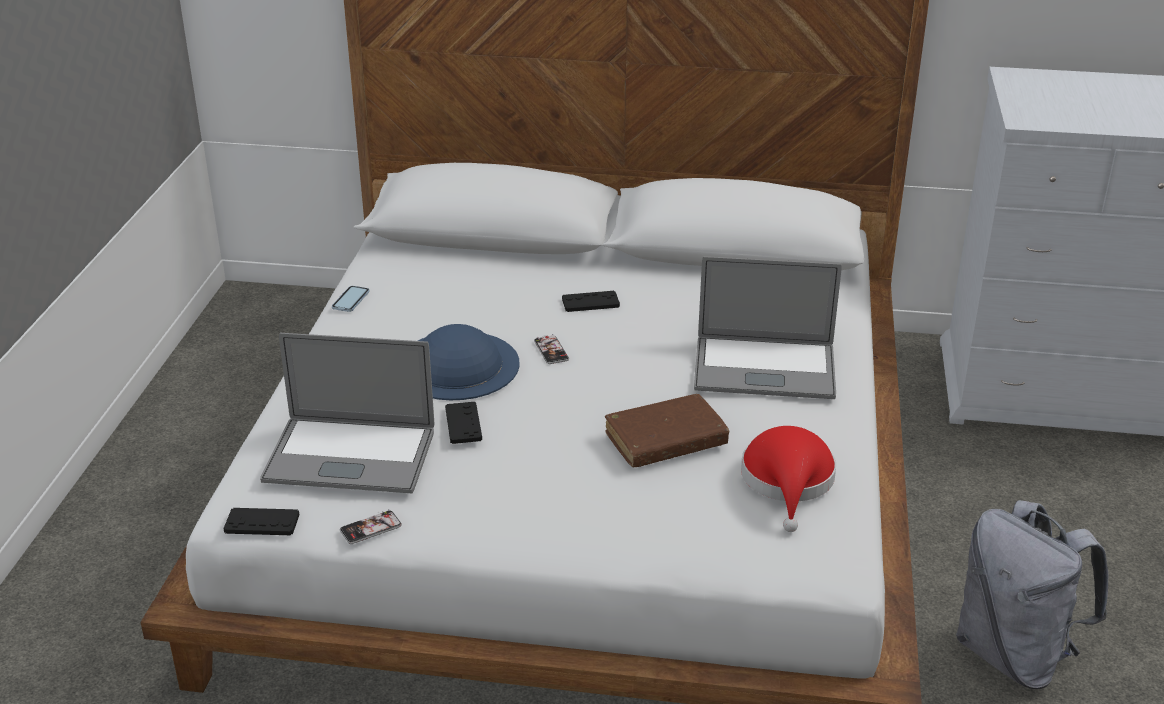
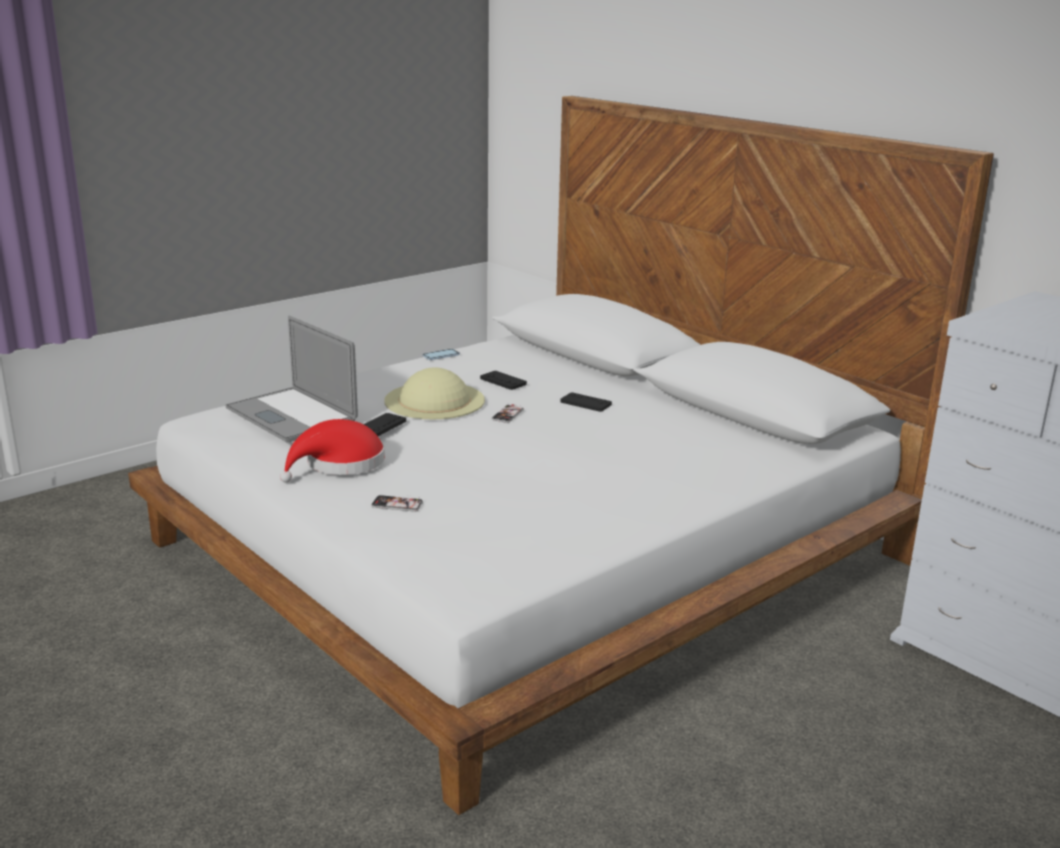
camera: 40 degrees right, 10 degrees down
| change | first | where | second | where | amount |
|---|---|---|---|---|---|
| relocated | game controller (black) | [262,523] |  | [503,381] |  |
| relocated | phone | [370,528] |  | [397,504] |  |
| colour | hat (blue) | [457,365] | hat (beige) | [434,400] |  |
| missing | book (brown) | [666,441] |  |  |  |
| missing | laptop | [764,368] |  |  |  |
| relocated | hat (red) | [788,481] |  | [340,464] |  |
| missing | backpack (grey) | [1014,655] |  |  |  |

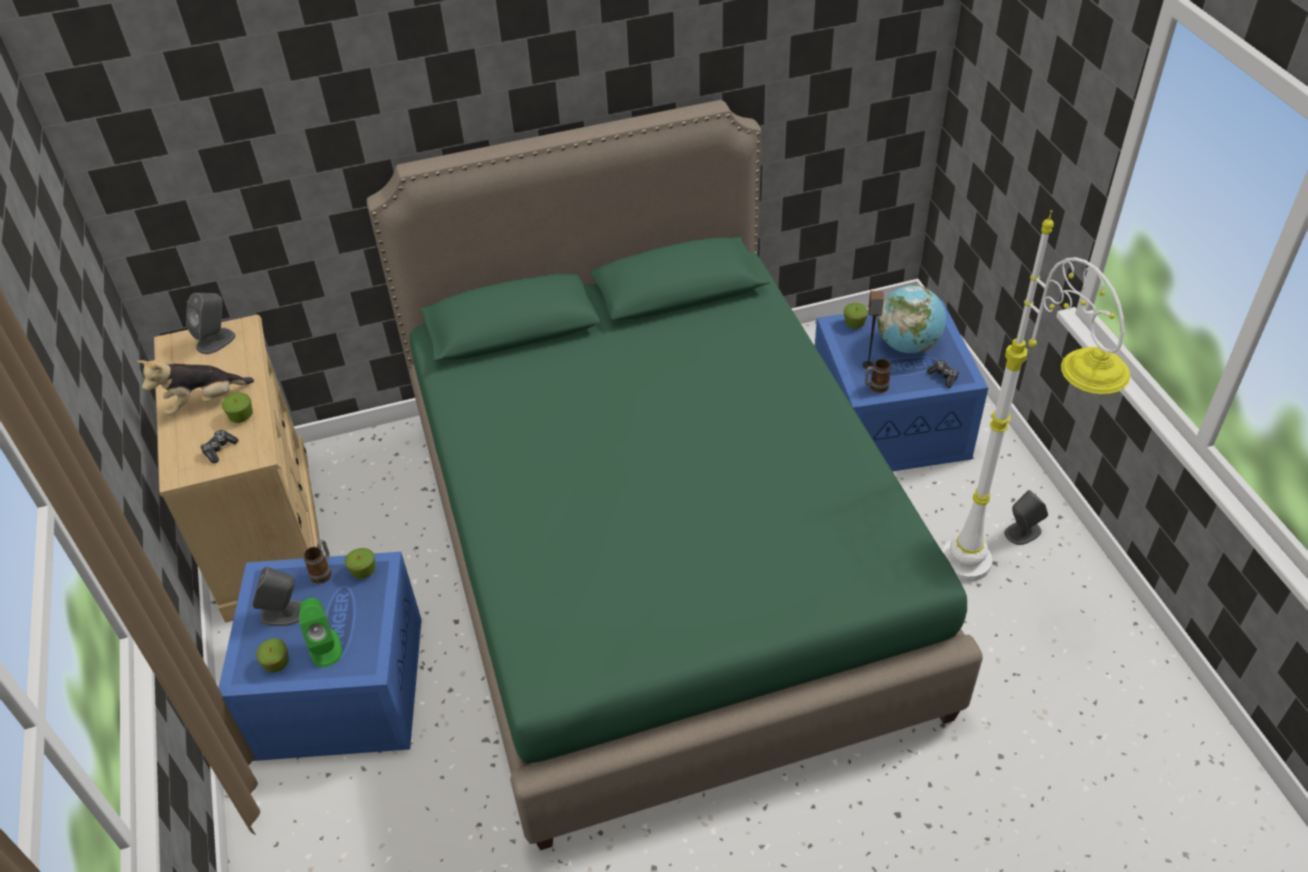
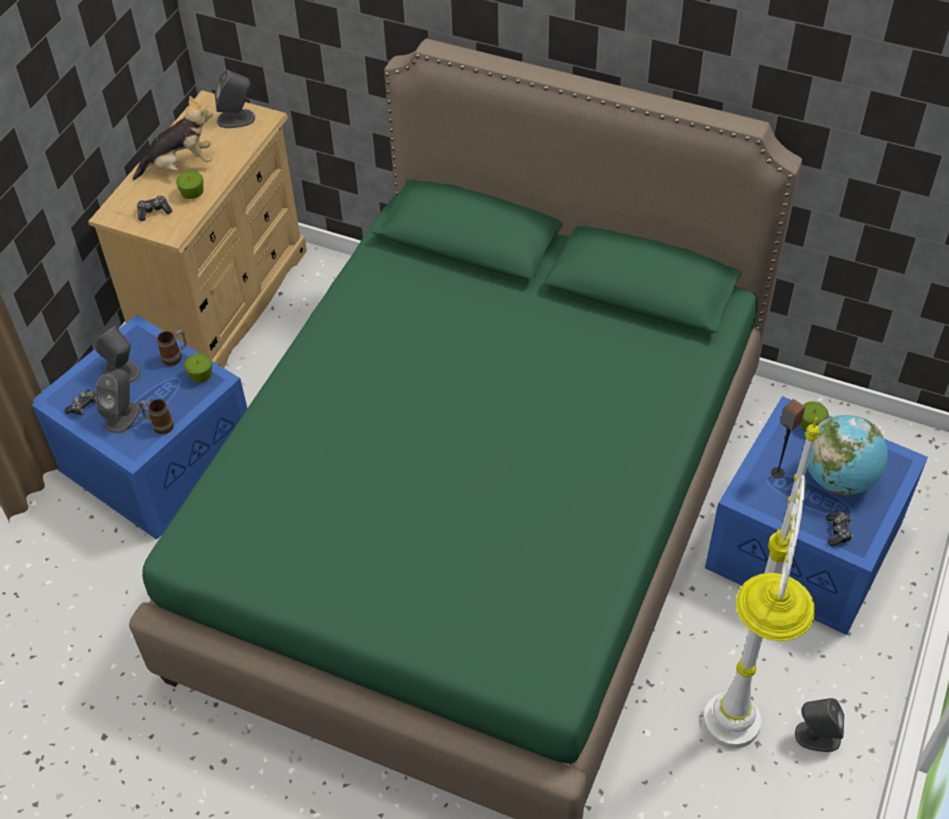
camera: 40 degrees right, 5 degrees up
| change | first | where | second | where | amount |
|---|---|---|---|---|---|
| spun | plush toy | [204,402] |  | [181,166] | 150 degrees clockwise |
| exchanged | apple | [277,663] | game controller | [83,406] |  |
| colour | speaker (green) | [325,647] | speaker (grey) | [122,416] |  |
| relocated | mug | [875,388] |  | [159,426] |  |

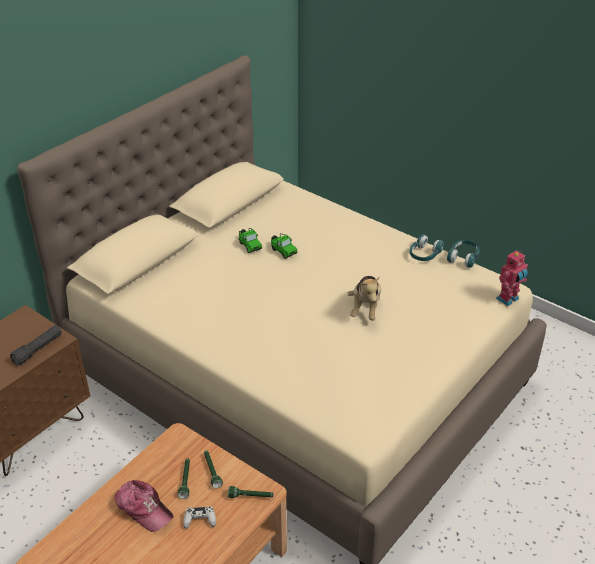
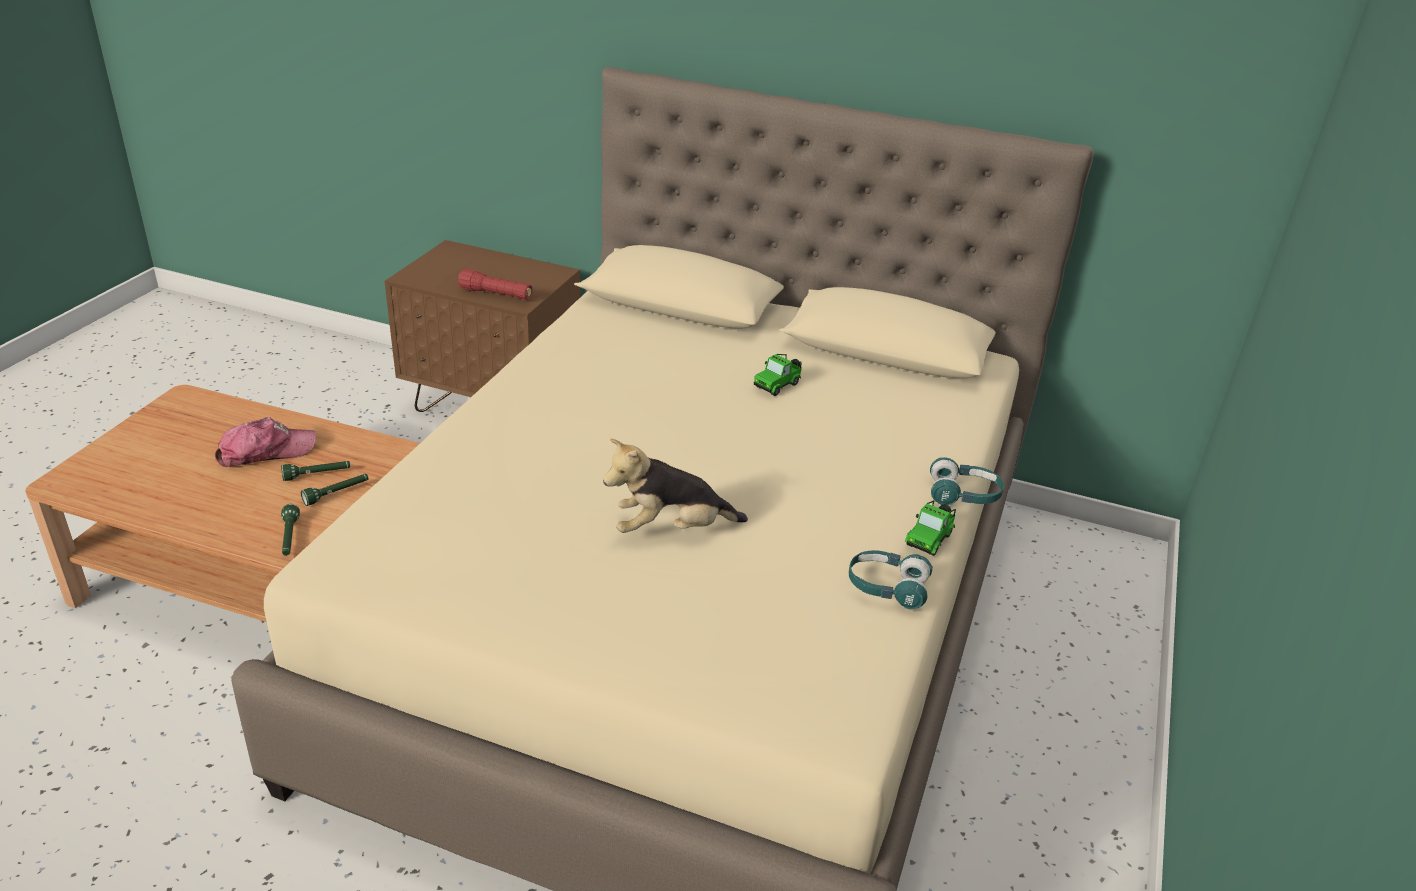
camera: 70 degrees right, 5 degrees down
| change | first | where | second | where | amount |
|---|---|---|---|---|---|
| colour | flashlight (black) | [38,349] | flashlight (red) | [496,294] |  |
| spun | cap | [143,508] |  | [266,451] | 135 degrees counterclockwise |
| missing | game controller (white) | [200,520] |  |  |  |
| relocated | toy car | [283,251] |  | [930,539] |  |
| relocated | headphones (turquoise) | [463,258] |  | [963,495] |  |
| missing | toy robot | [508,299] |  |  |  |

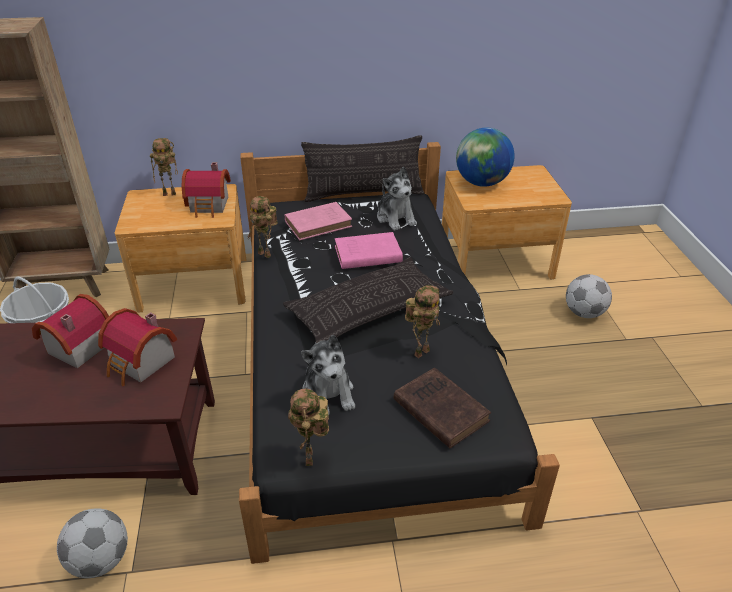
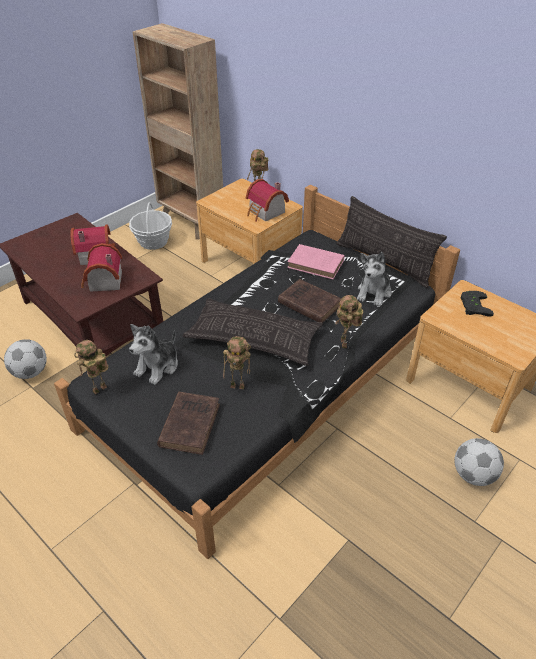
camera: 50 degrees right, 5 degrees up
| change | first | where | second | where | amount |
|---|---|---|---|---|---|
| relocated | toy robot | [266,254] |  | [345,344] |  |
| colour | book (pink) | [366,255] | book (brown) | [308,303] |  |
| exchanged | globe | [481,183] | game controller (black) | [473,306] |  |

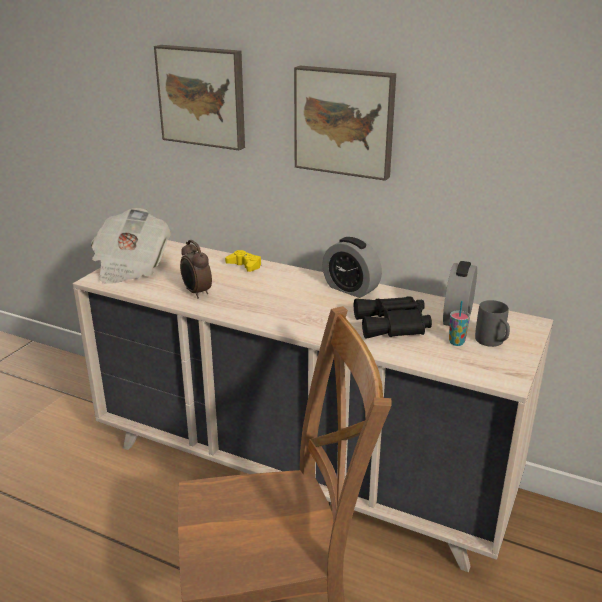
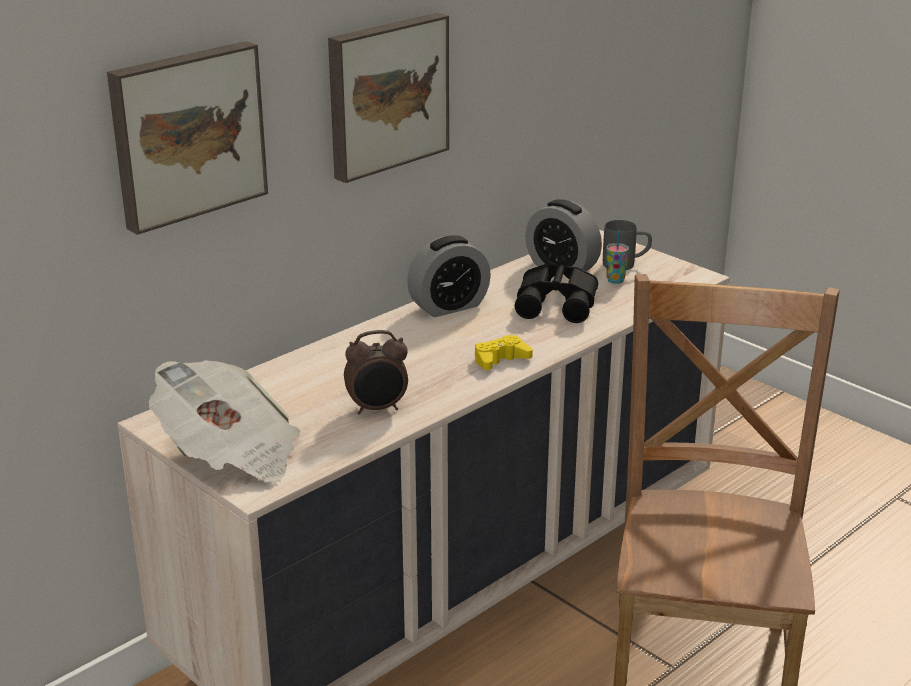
camera: 70 degrees left, 0 degrees up
| change | first | where | second | where | amount |
|---|---|---|---|---|---|
| relocated | game controller (yellow) | [244,265] |  | [500,359] |  |

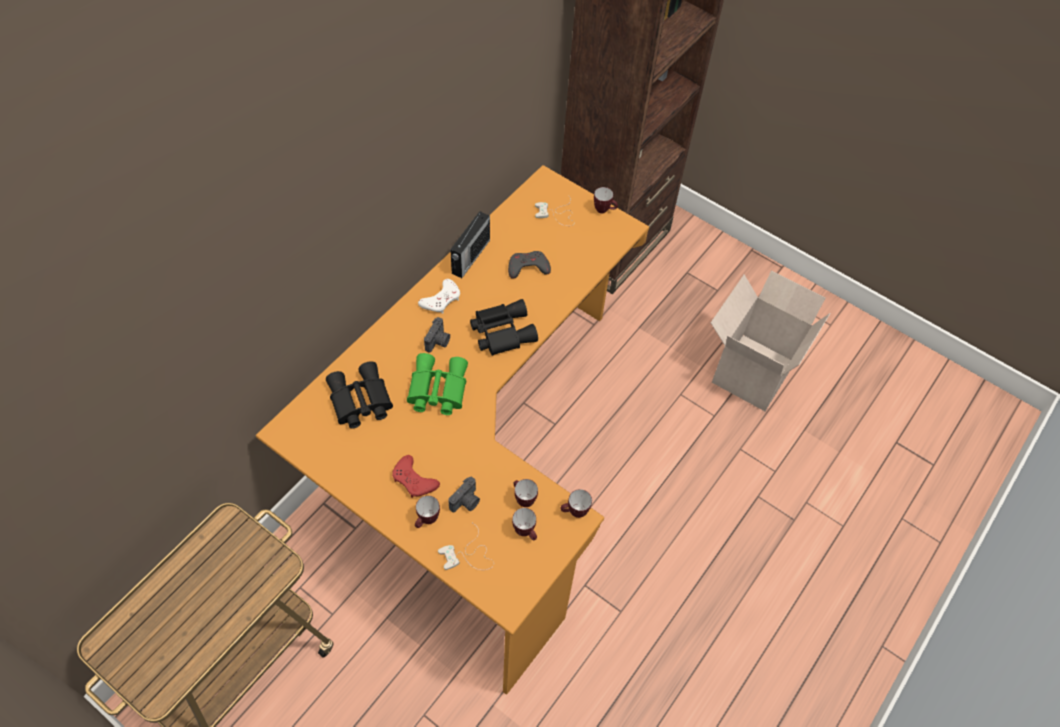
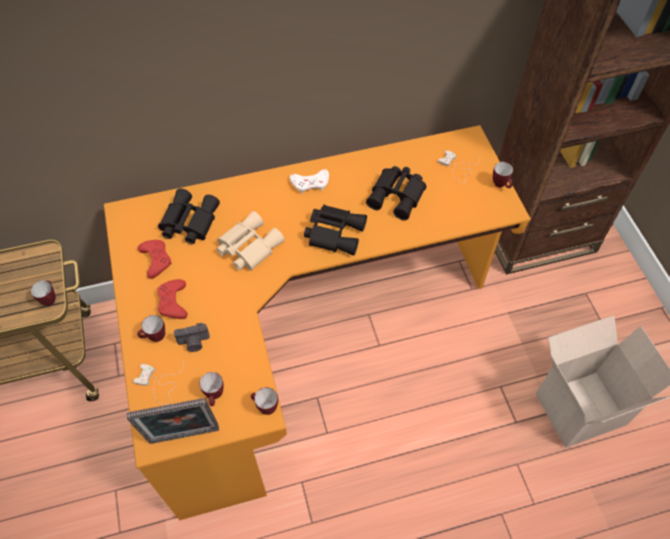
camera: 40 degrees right, 0 degrees up
| change | first | where | second | where | amount |
|---|---|---|---|---|---|
| colour | binoculars (green) | [436,390] | binoculars (beige) | [247,246] |  |
| missing | photo camera | [438,341] |  |  |  |
| missing | radio | [470,257] |  |  |  |
| exchanged | game controller (grey) | [528,267] | binoculars (black) | [398,196] |  |
| relocated | mug | [523,499] |  | [50,299] |  |
| appeared |  |  | picture frame | [184,438] |  |
| appeared |  |  | game controller (red) | [156,259] |  |

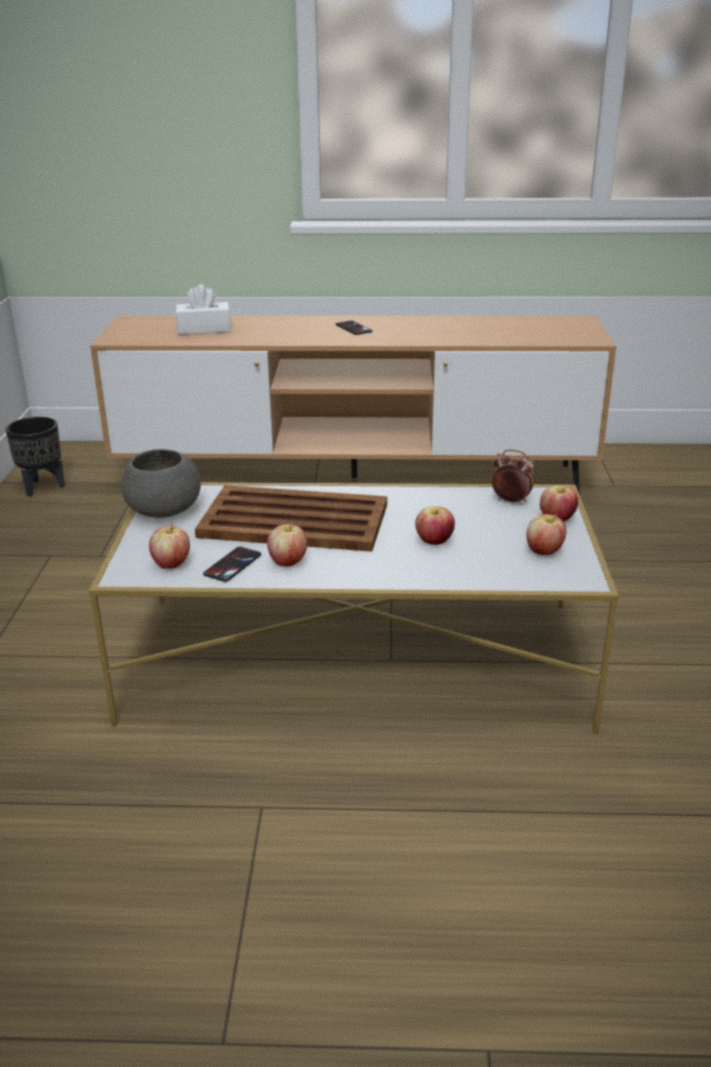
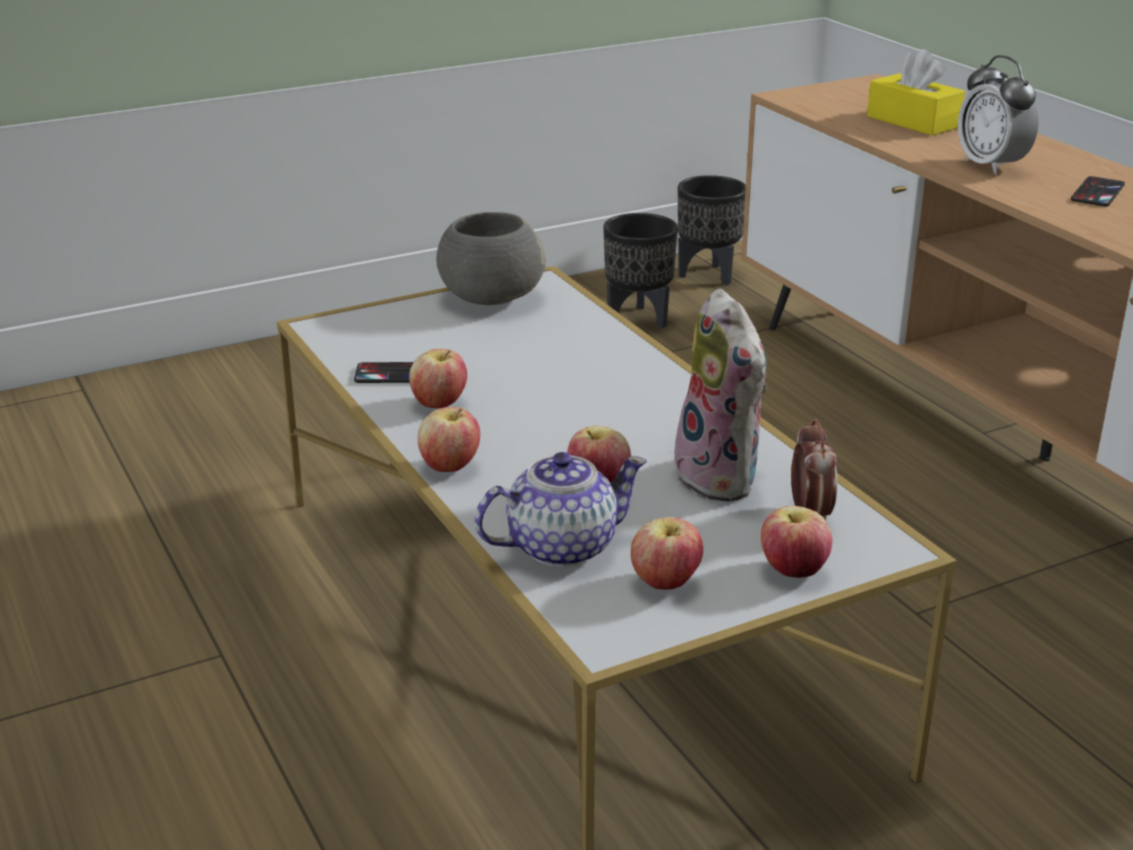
camera: 60 degrees right, 0 degrees up
| change | first | where | second | where | amount |
|---|---|---|---|---|---|
| relocated | apple | [171,564] |  | [450,466] |  |
| colour | tissue box (white) | [204,329] | tissue box (yellow) | [913,121] |  |
| missing | tray (brown) | [296,521] |  |  |  |
| appeared |  |  | teapot | [560,546] |  |
| appeared |  |  | planter (black) | [638,318] |  |
| appeared |  |  | plush toy | [723,478] |  |
| appeared |  |  | alarm clock | [991,166] |  |

